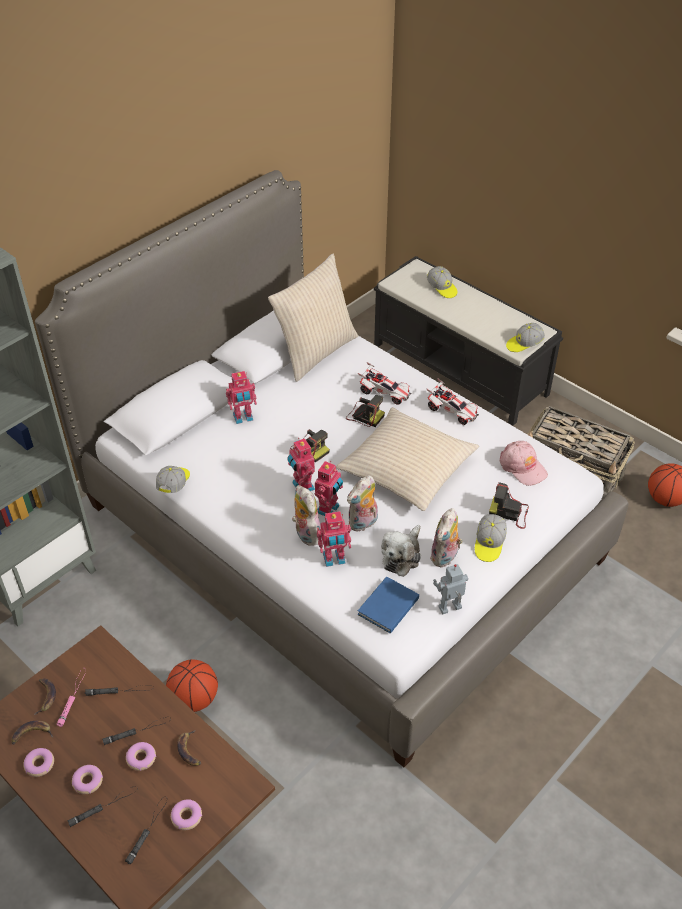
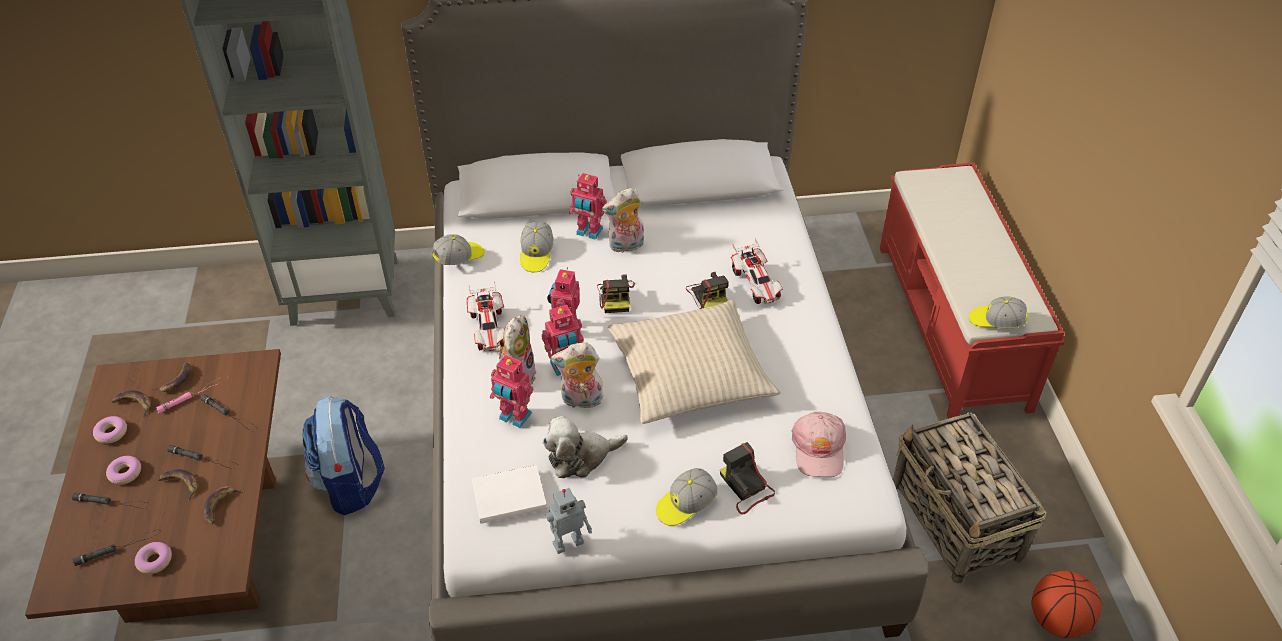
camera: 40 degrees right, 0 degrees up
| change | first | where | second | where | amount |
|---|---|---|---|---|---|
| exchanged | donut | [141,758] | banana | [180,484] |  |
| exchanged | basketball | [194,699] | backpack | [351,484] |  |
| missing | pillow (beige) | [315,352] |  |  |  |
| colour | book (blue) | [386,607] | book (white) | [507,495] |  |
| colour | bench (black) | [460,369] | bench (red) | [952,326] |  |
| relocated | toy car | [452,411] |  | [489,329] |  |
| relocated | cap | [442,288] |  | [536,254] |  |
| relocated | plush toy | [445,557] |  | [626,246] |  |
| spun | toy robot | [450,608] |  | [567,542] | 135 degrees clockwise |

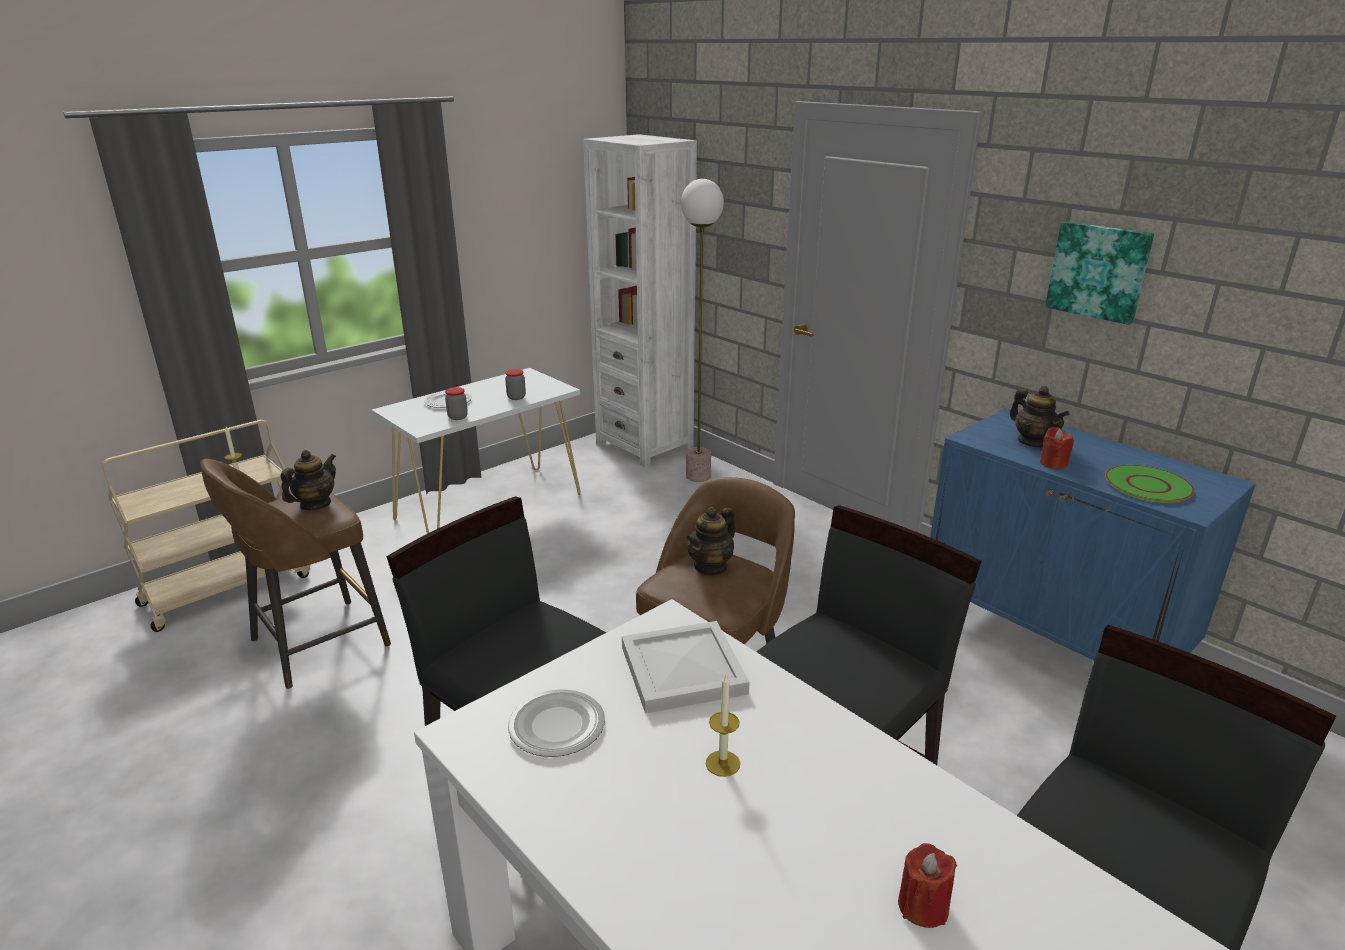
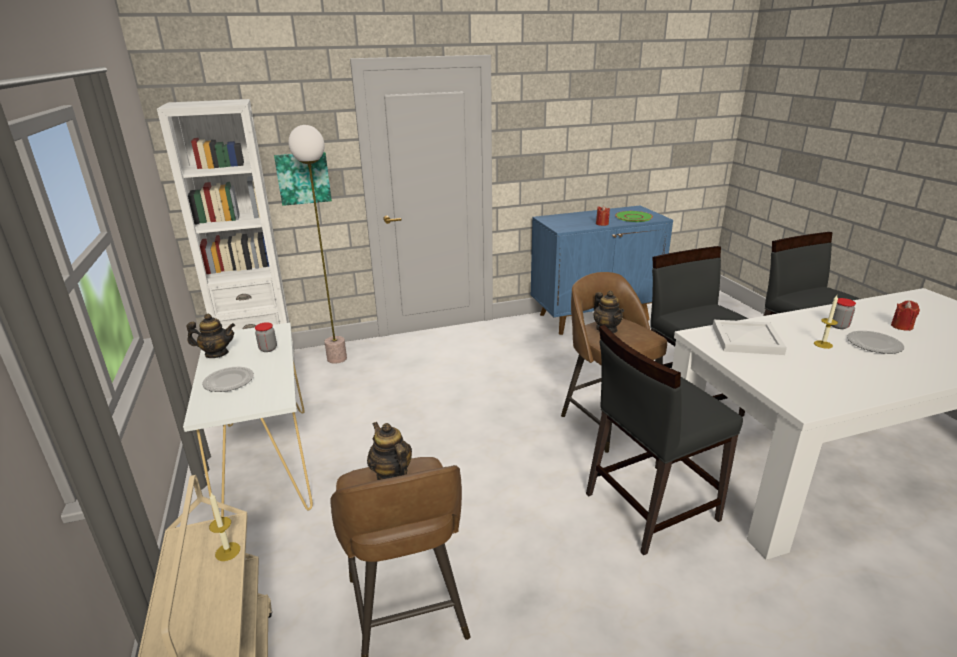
camera: 65 degrees left, 0 degrees up
| change | first | where | second | where | amount |
|---|---|---|---|---|---|
| relocated | jar | [458,417] |  | [838,326] |  |
| relocated | plate | [558,726] |  | [874,344] |  |
| relocated | teapot | [1033,442] |  | [216,354] |  |
| relocated | picture | [1099,271] |  | [303,178] |  |

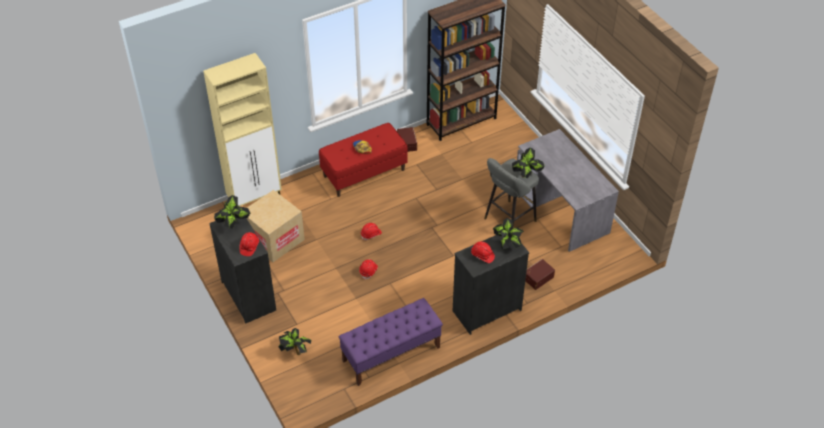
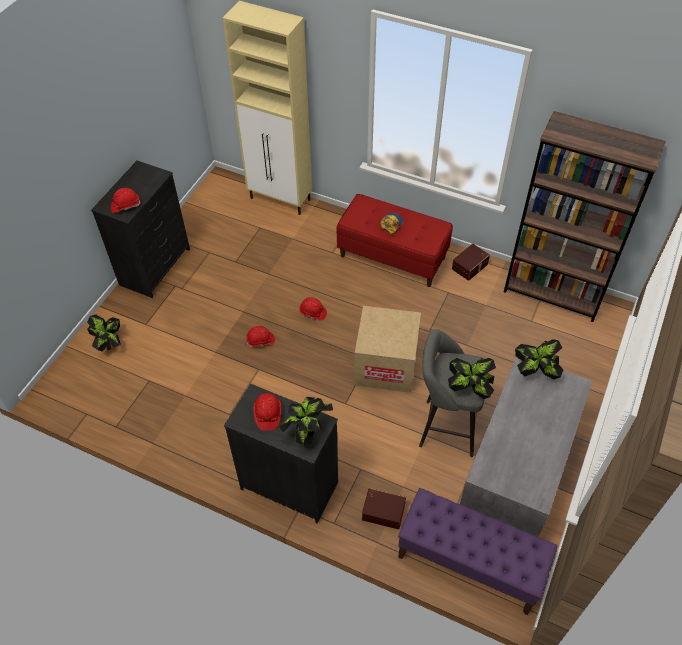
camera: 55 degrees right, 5 degrees up
| change | first | where | second | where | amount |
|---|---|---|---|---|---|
| relocated | potted plant | [234,224] |  | [535,372] |  |
| relocated | cardboard box | [275,239] |  | [386,365] |  |
| relocated | bench (purple) | [391,354] |  | [469,563] |  |

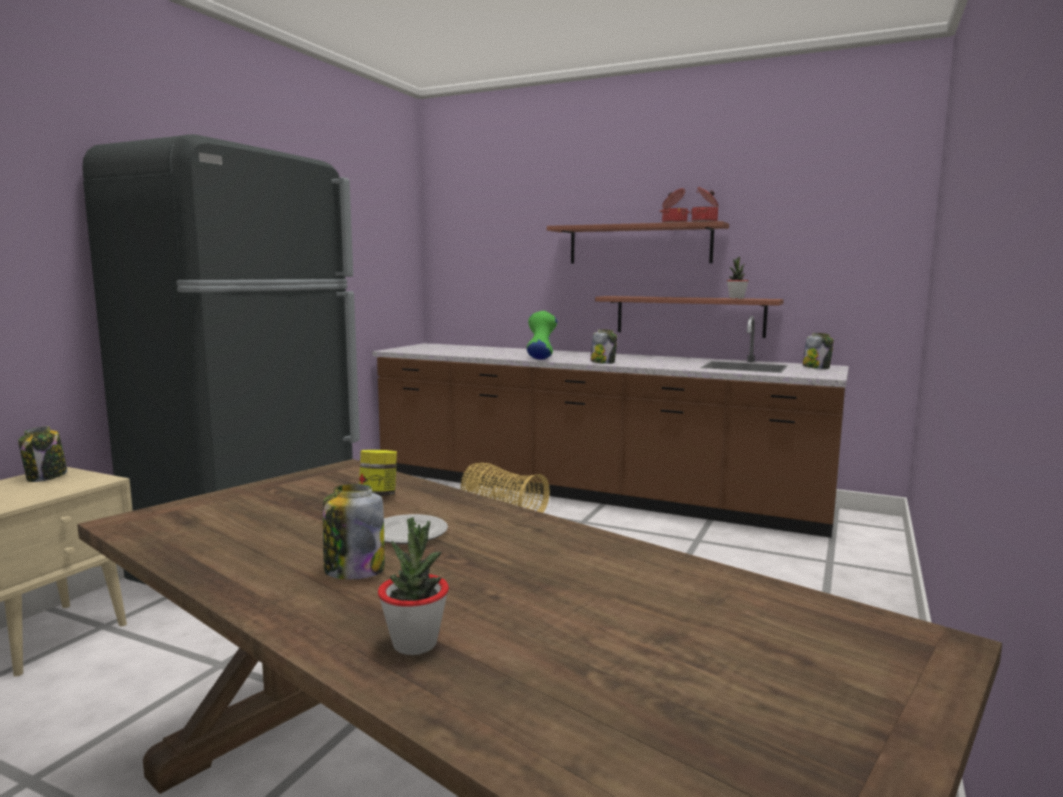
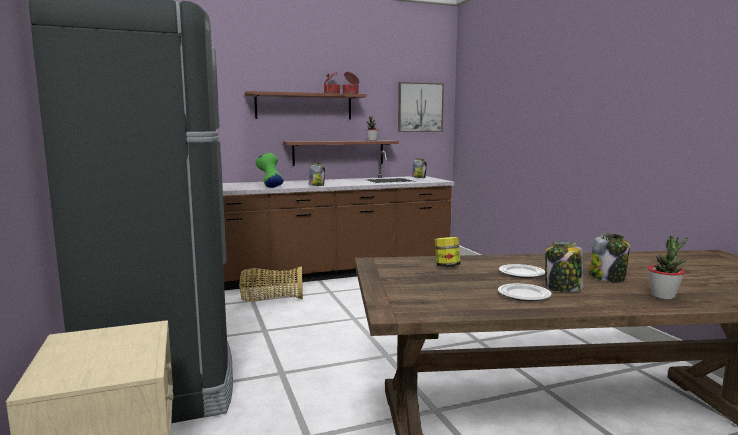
camera: 45 degrees left, 0 degrees up
| change | first | where | second | where | amount |
|---|---|---|---|---|---|
| relocated | jar | [46,477] |  | [607,278] |  |
| appeared |  |  | picture | [420,107] |  |
| appeared |  |  | plate | [524,295] |  |

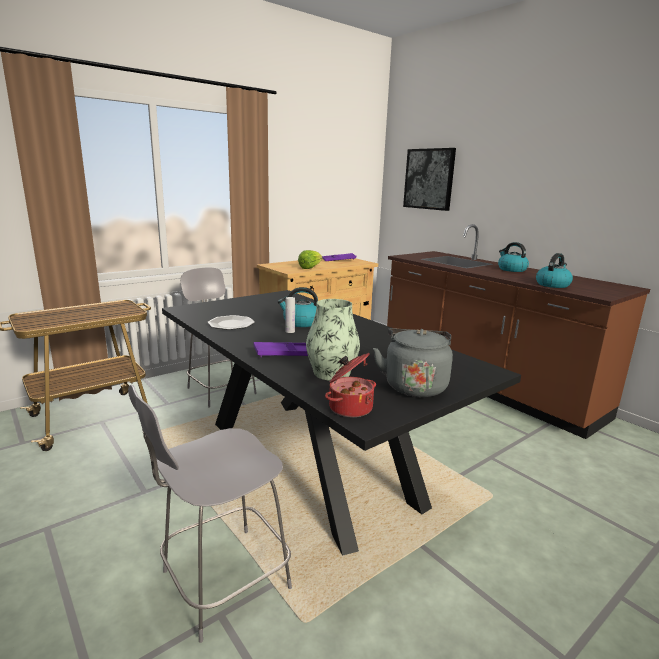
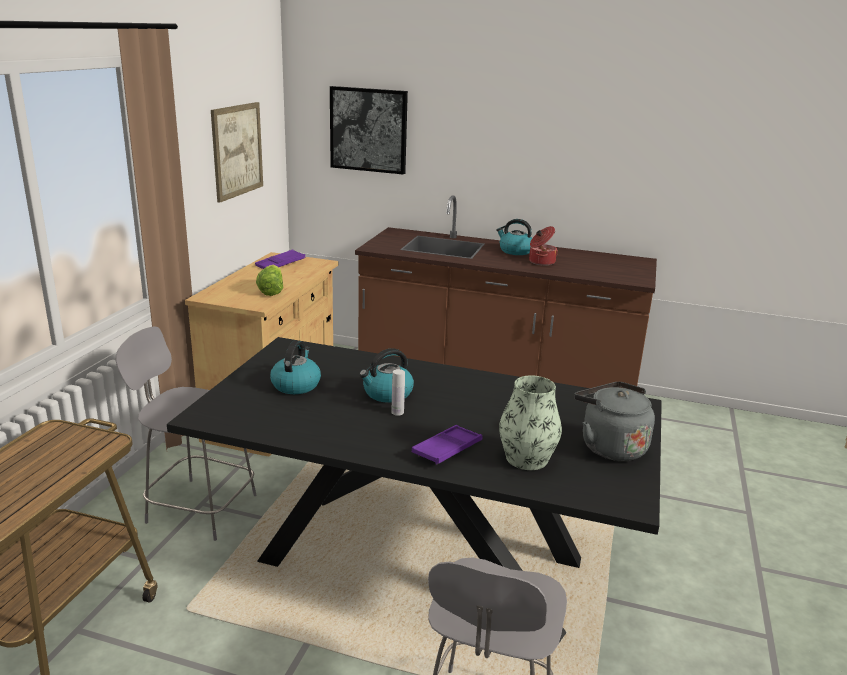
camera: 35 degrees left, 5 degrees up
| change | first | where | second | where | amount |
|---|---|---|---|---|---|
| missing | plate | [231,324] |  |  |  |
| relocated | cooking pot | [349,407] |  | [541,262] |  |
| relocated | kettle | [552,285] |  | [296,385] |  |
| appeared |  |  | picture | [237,150] |  |

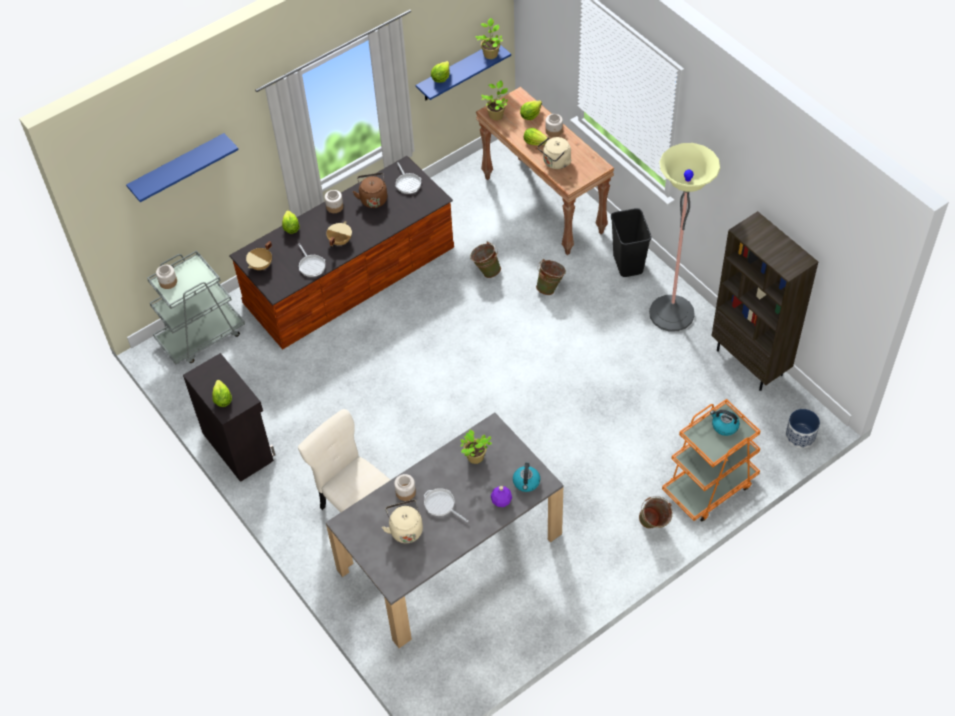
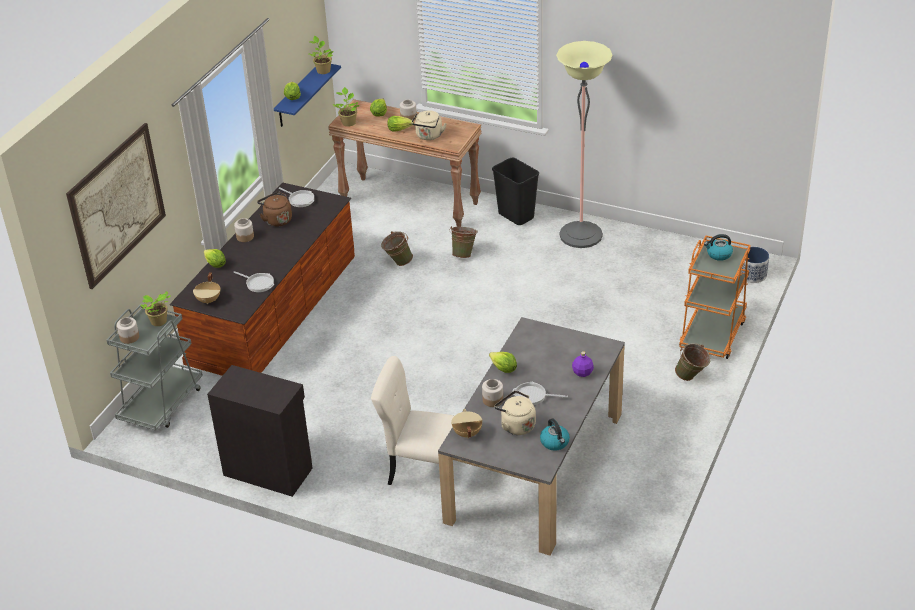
camera: 30 degrees left, 15 degrees down
| change | first | where | second | where | amount |
|---|---|---|---|---|---|
| exchanged | shelf (blue) | [178,168] | picture | [117,205] |  |
| relocated | lettuce | [222,399] |  | [503,369] |  |
| relocated | cooking pot (beige) | [339,241] |  | [466,433] |  |
| relocated | potted plant | [475,458] |  | [159,322] |  |
| relocated | kettle | [526,482] |  | [555,442] |  |
| missing | bookcase (brown) | [750,362] |  |  |  |

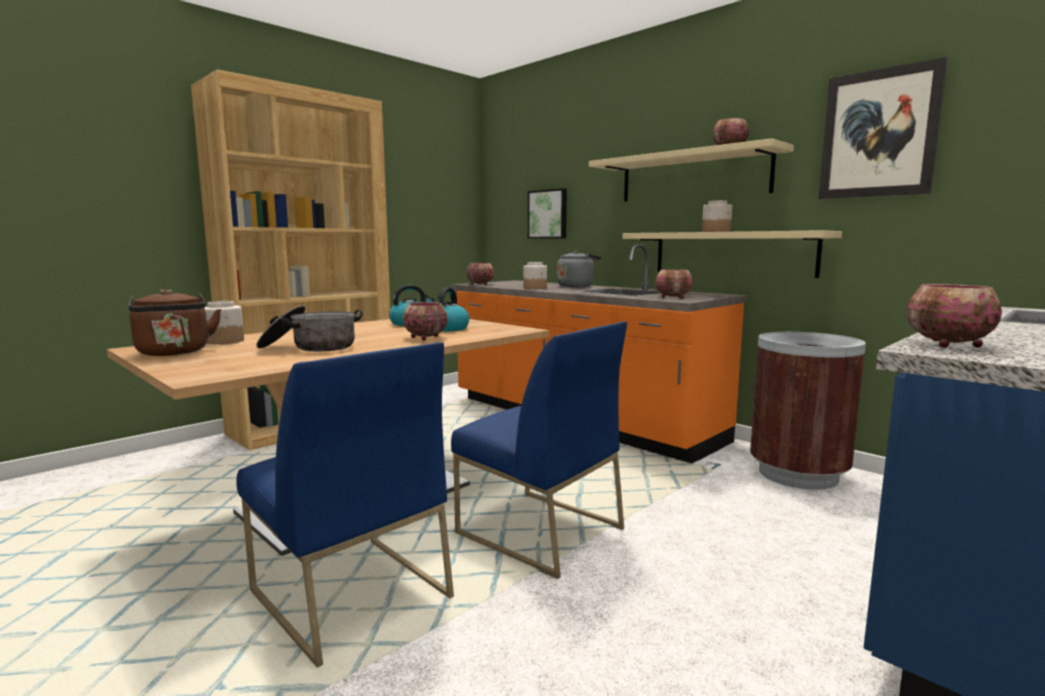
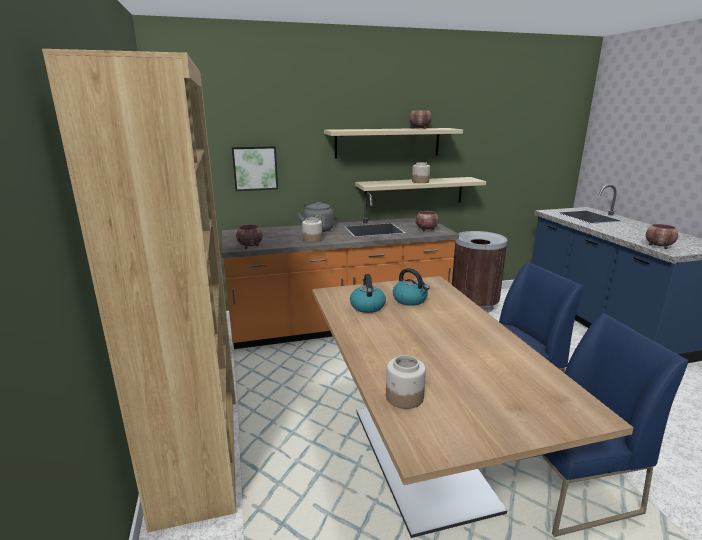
camera: 60 degrees left, 10 degrees up
| change | first | where | second | where | amount |
|---|---|---|---|---|---|
| missing | kettle (brown) | [174,353] |  |  |  |
| missing | cooking pot | [310,347] |  |  |  |
| missing | bowl | [424,338] |  |  |  |
| missing | picture | [879,134] |  |  |  |

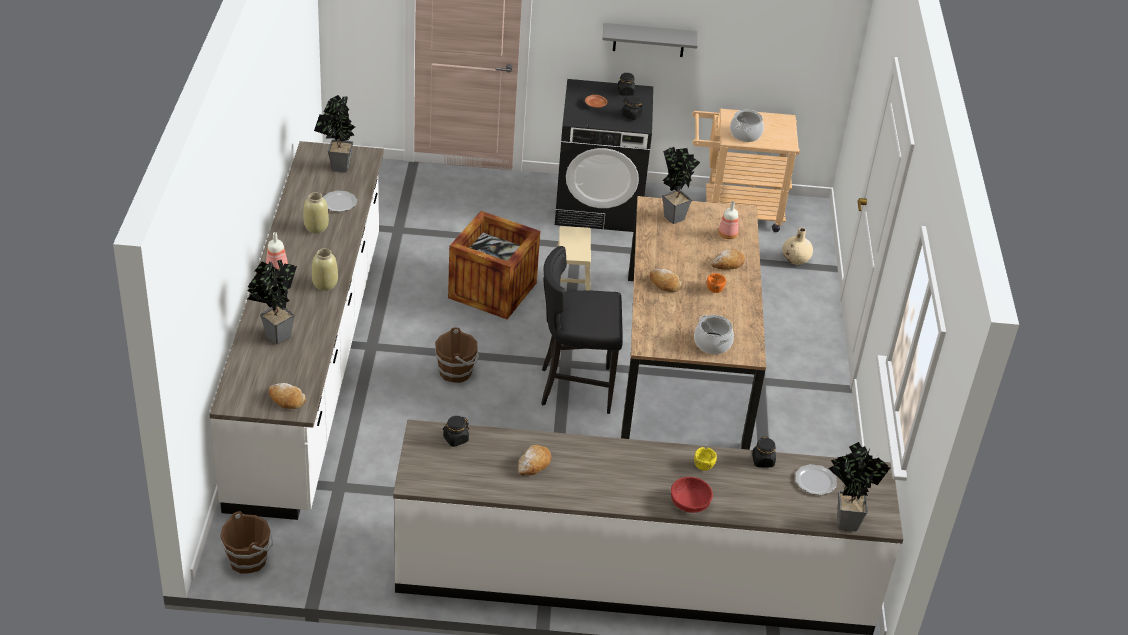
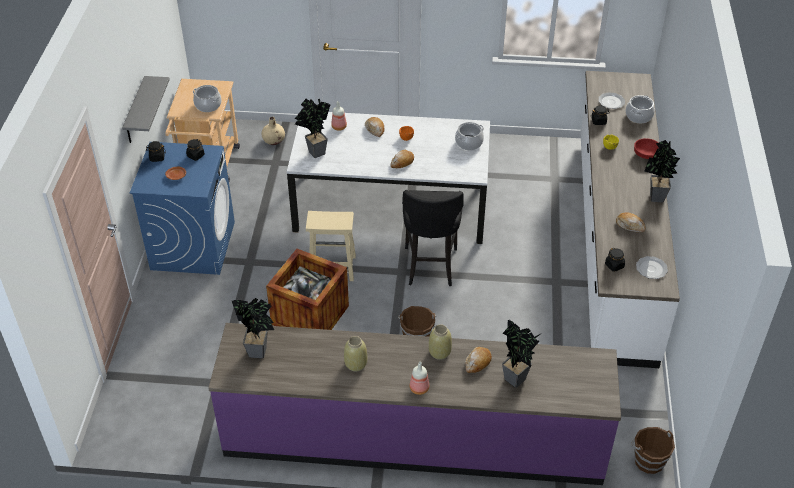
camera: 85 degrees left, 5 degrees up
| change | first | where | second | where | amount |
|---|---|---|---|---|---|
| colour | counter (white) | [310,364] | counter (purple) | [414,437] |  |
| relocated | bread | [286,400] |  | [477,362] |  |
| relocated | plate | [339,202] |  | [651,268] |  |
| colour | washing machine (black) | [599,205] | washing machine (blue) | [193,245] |  |
| colour | dining table (brown) | [684,357] | dining table (white) | [390,206] |  |
| relocated | potted plant | [843,521] |  | [655,199] |  |
| appeared |  |  | cooking pot | [638,116] |  |

